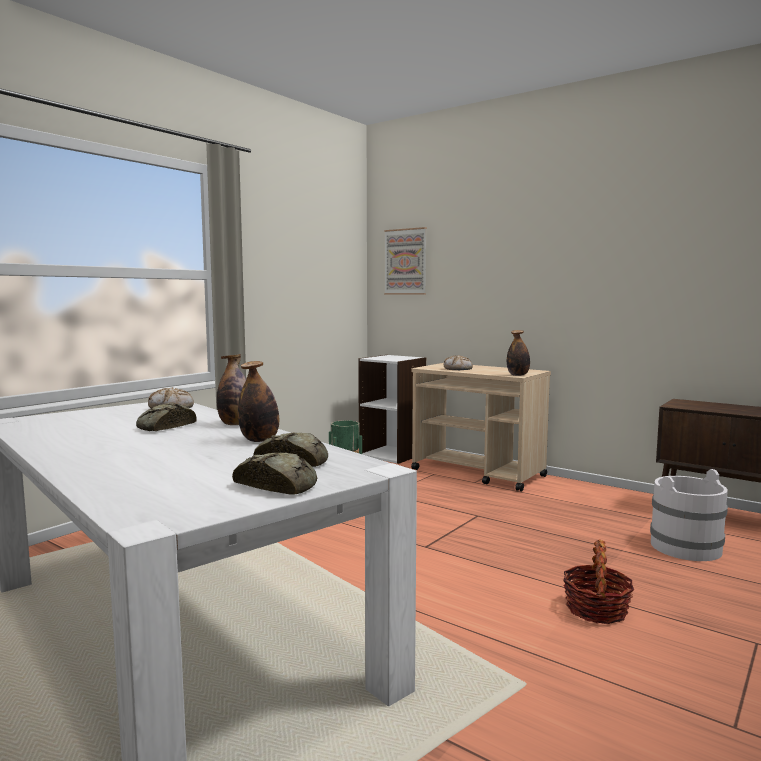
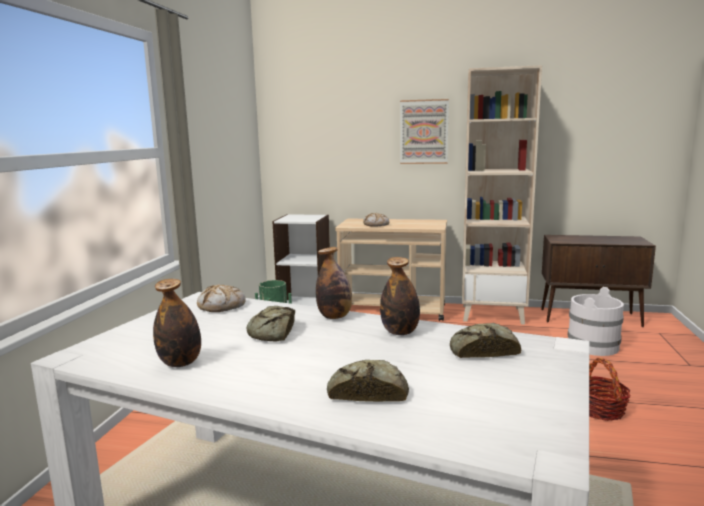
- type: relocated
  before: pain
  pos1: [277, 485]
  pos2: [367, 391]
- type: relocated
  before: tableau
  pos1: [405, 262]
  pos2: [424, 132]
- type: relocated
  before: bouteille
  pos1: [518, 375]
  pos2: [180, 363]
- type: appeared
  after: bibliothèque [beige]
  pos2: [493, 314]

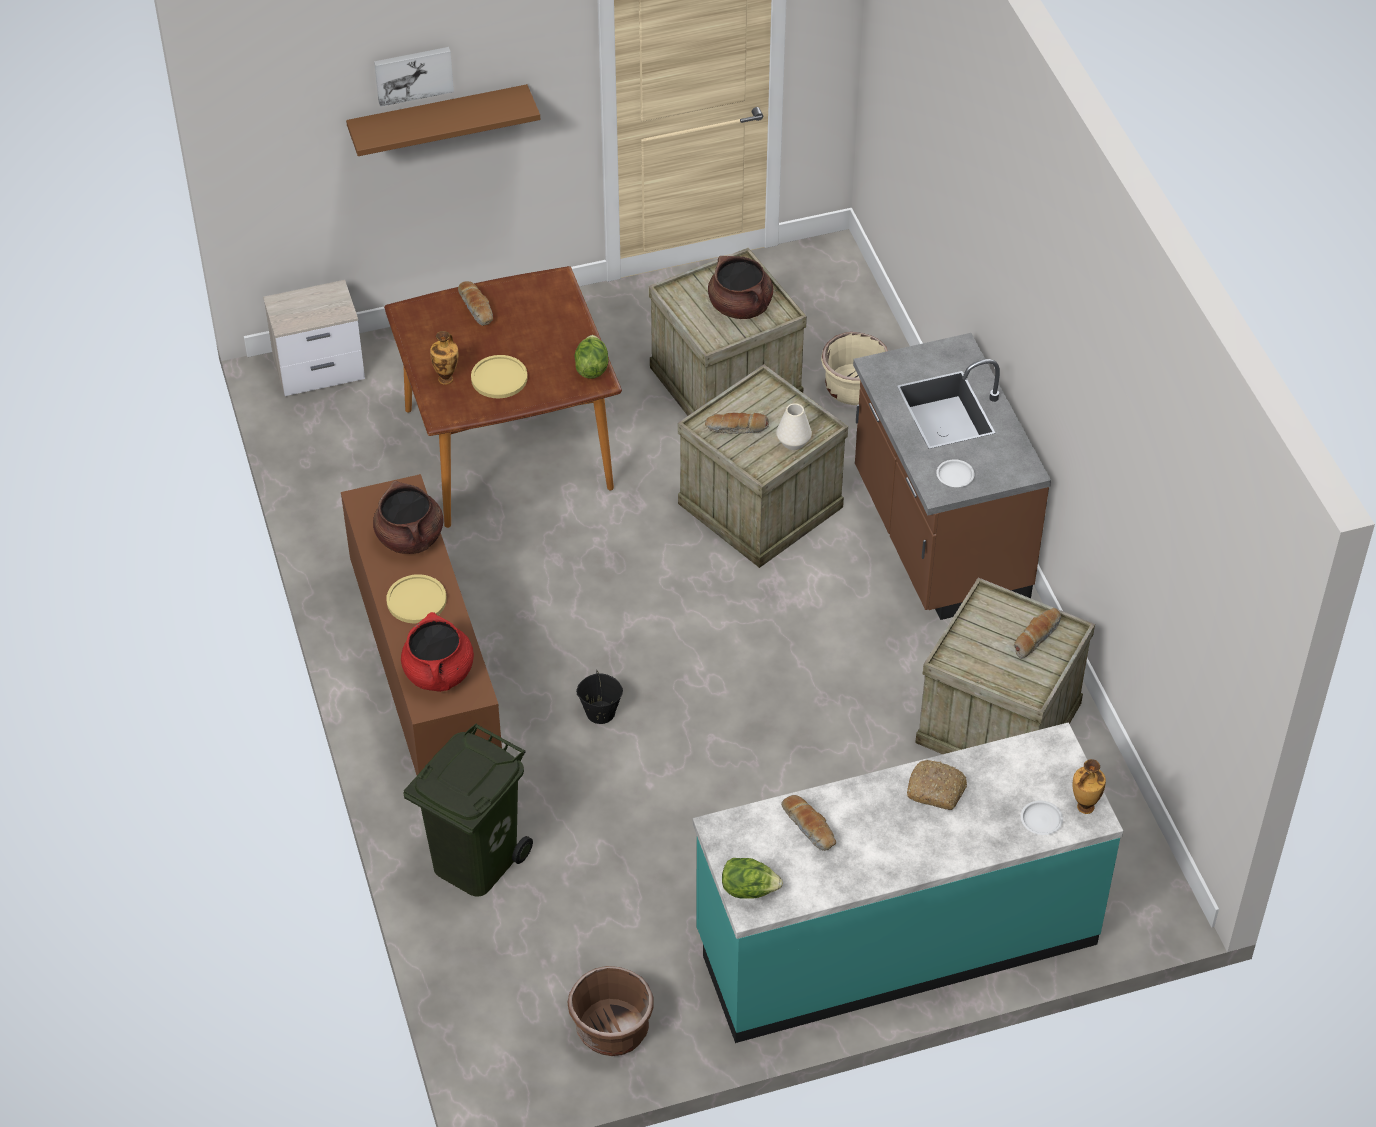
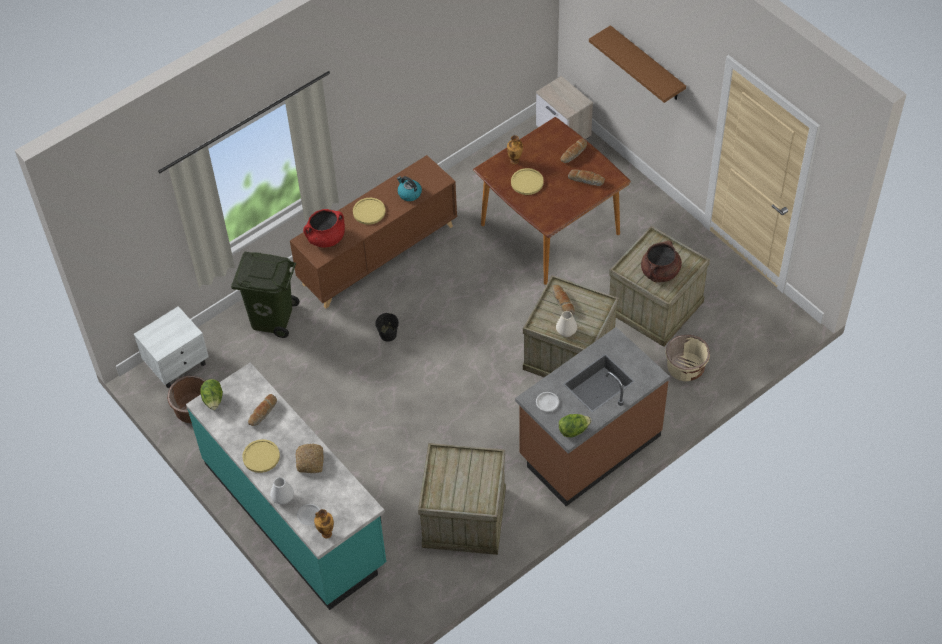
- type: exchanged
  before: marmite [marron]
  after: bouilloire
  pos1: [410, 538]
  pos2: [409, 193]
- type: missing
  before: tableau
  pos1: [413, 74]
- type: relocated
  before: laitue
  pos1: [591, 368]
  pos2: [573, 430]
- type: relocated
  before: pain
  pos1: [1036, 637]
  pos2: [586, 180]
- type: appeared
  after: table de chevet [blanc]
  pos2: [178, 364]
- type: appeared
  after: assiette [jaune]
  pos2: [261, 456]
- type: appeared
  after: vase [blanc]
  pos2: [283, 498]

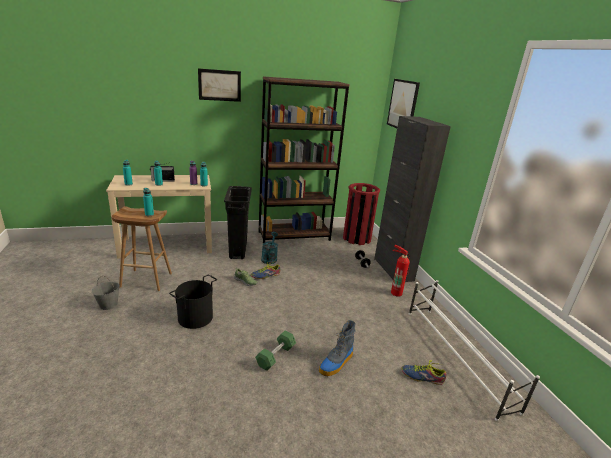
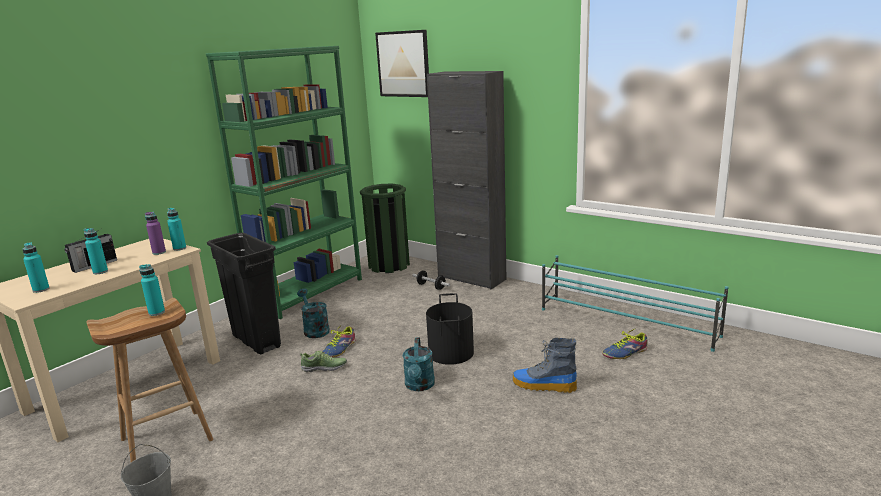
- type: relocated
  before: seau [noir]
  pos1: [195, 318]
  pos2: [451, 352]
- type: missing
  before: tableau
  pos1: [219, 85]
- type: missing
  before: haltère [vert]
  pos1: [276, 356]
- type: colour
  before: bibliothèque [marron]
  after: bibliothèque [vert]
  pos1: [294, 236]
  pos2: [308, 293]
- type: spun
  before: botte
  pos1: [336, 363]
  pos2: [543, 385]
  turn: 105
- type: colour
  before: poubelle [rouge]
  after: poubelle [vert]
  pos1: [357, 238]
  pos2: [389, 265]
- type: missing
  before: extincteur
  pos1: [396, 292]
- type: colour
  before: étagère à chaussures [blanc]
  after: étagère à chaussures [turquoise]
  pos1: [457, 357]
  pos2: [627, 323]
- type: appeared
  after: arrosoir [turquoise]
  pos2: [419, 386]

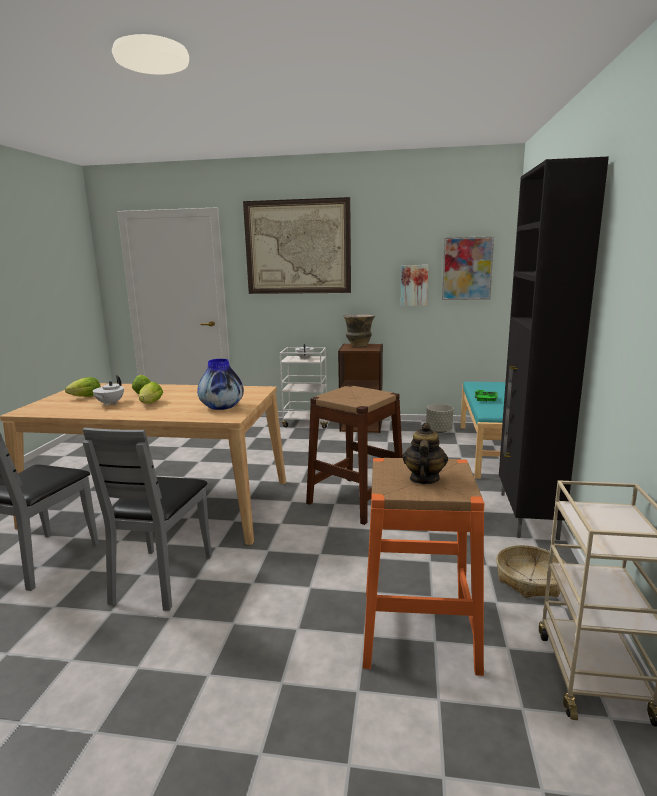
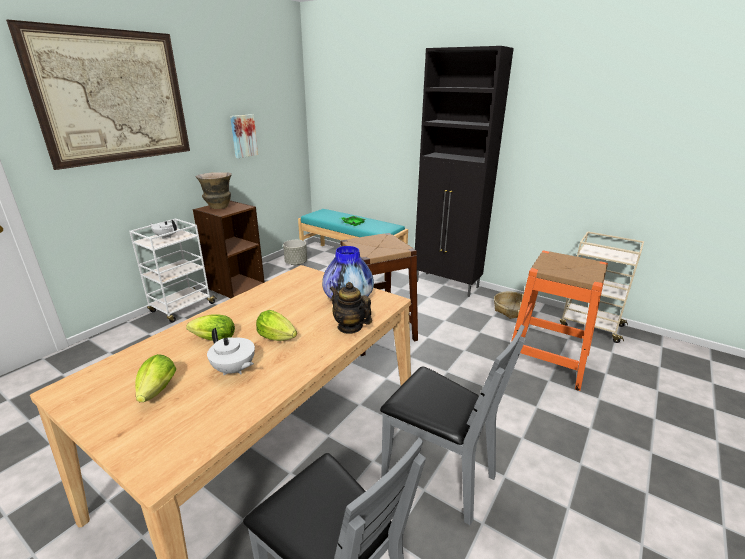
- type: relocated
  before: théière
  pos1: [423, 479]
  pos2: [350, 327]
- type: missing
  before: tableau
  pos1: [467, 268]

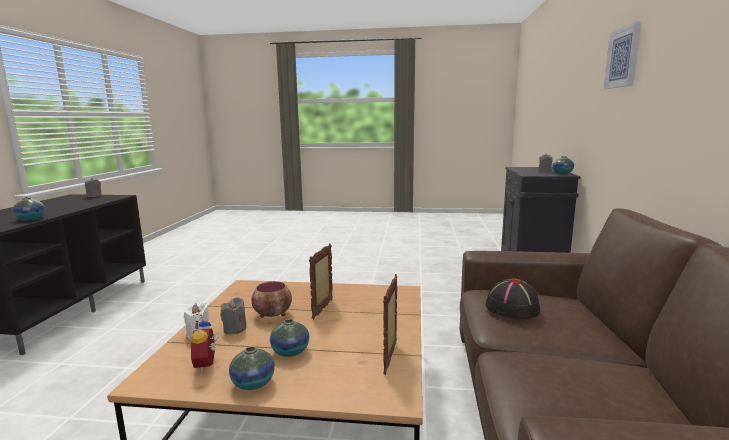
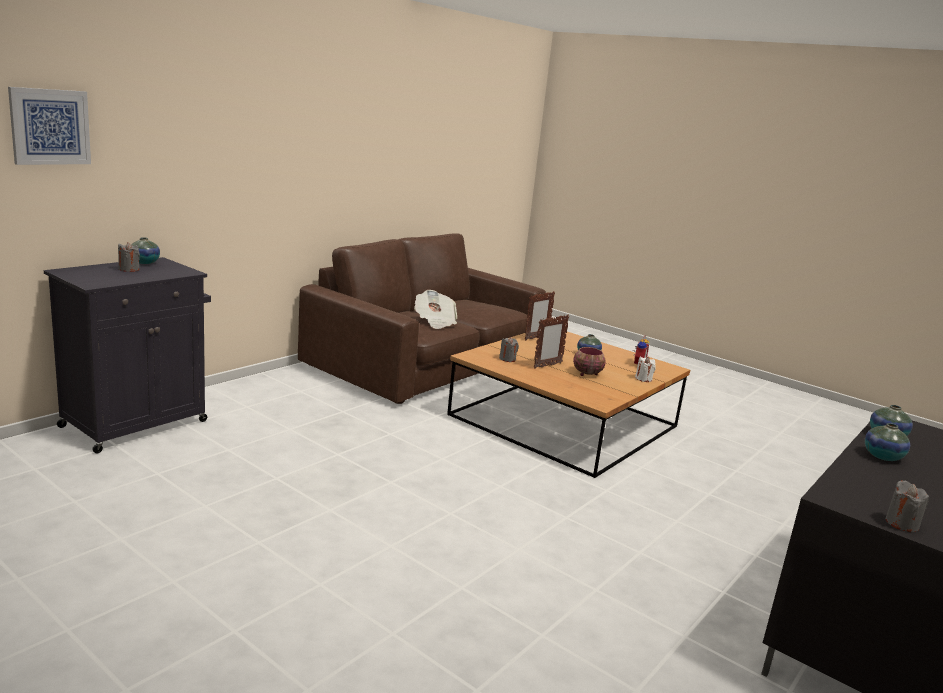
- type: relocated
  before: bougie [gris]
  pos1: [235, 329]
  pos2: [507, 359]
- type: relocated
  before: vase
  pos1: [253, 383]
  pos2: [882, 456]
- type: exchanged
  before: chapeau [noir]
  after: journal
  pos1: [511, 308]
  pos2: [435, 322]
- type: relocated
  before: tableau
  pos1: [623, 57]
  pos2: [50, 126]

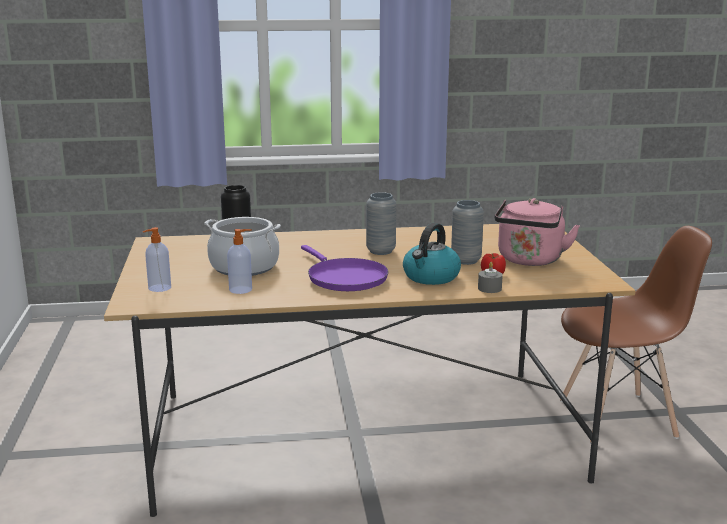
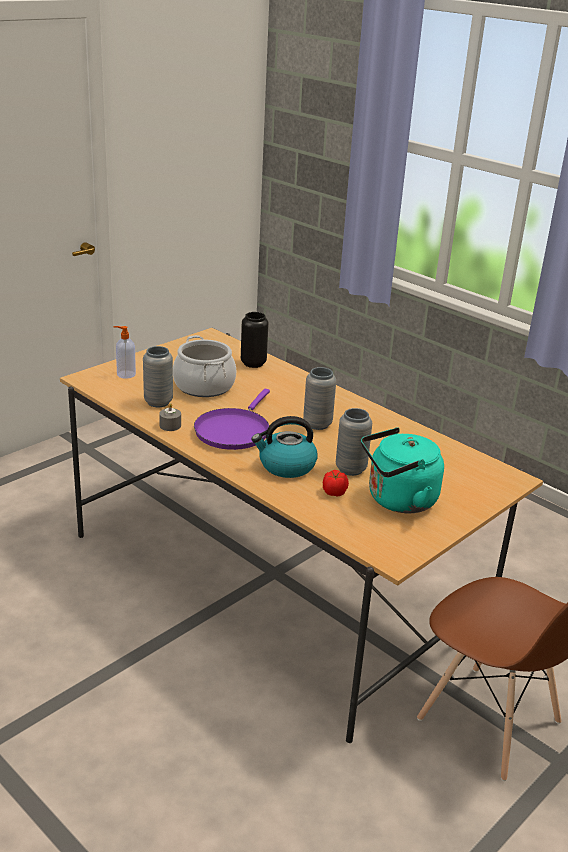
- type: exchanged
  before: distributeur de savon
  after: vase [gris]
  pos1: [241, 290]
  pos2: [158, 402]
- type: relocated
  before: bougie [gris]
  pos1: [489, 288]
  pos2: [170, 425]
- type: colour
  before: bouilloire [rose]
  after: bouilloire [turquoise]
  pos1: [529, 261]
  pos2: [398, 500]

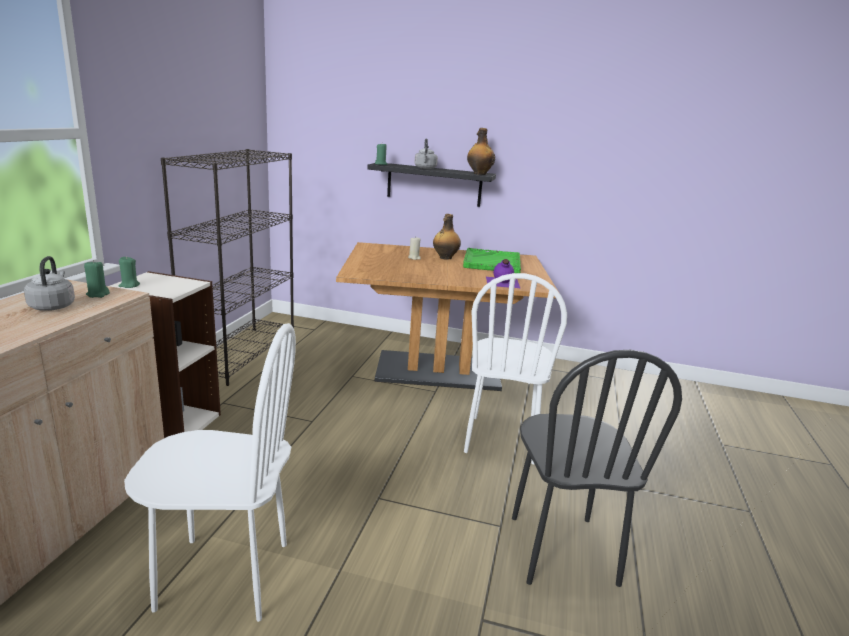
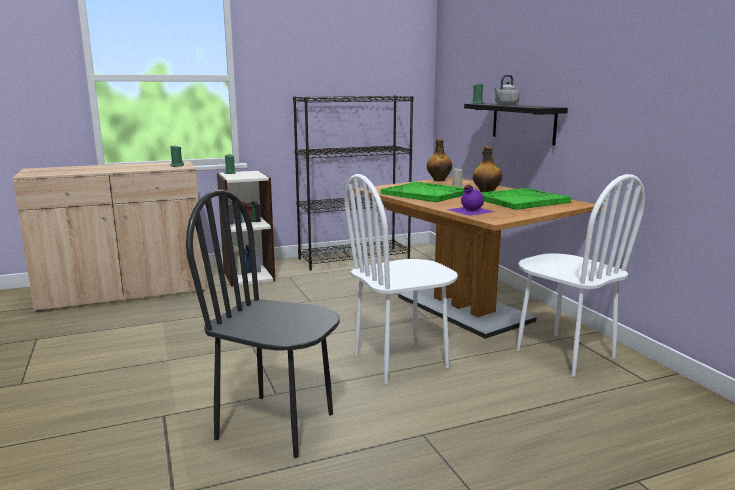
- type: missing
  before: bouilloire [gris]
  pos1: [53, 306]
- type: relocated
  before: chaise [blanc]
  pos1: [223, 576]
  pos2: [564, 354]
- type: relocated
  before: bouteille
  pos1: [479, 174]
  pos2: [439, 180]
- type: spun
  before: chaise [noir]
  pos1: [561, 549]
  pos2: [276, 425]
  turn: 60
- type: appeared
  after: plateau [vert]
  pos2: [425, 194]

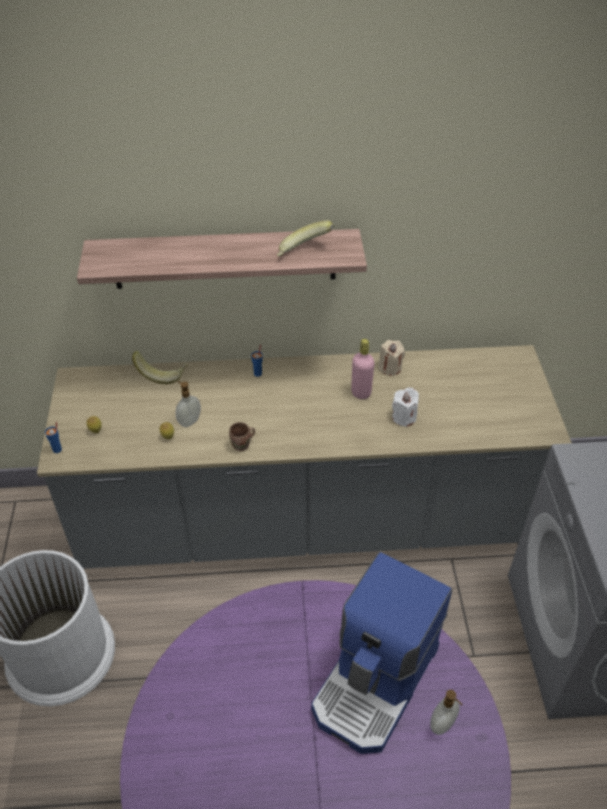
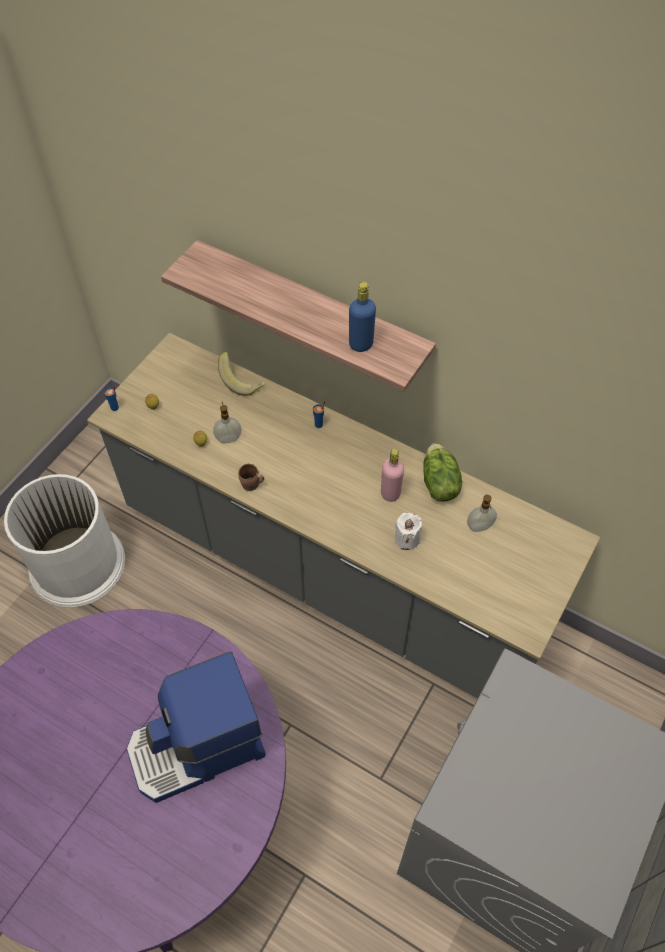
- type: exchanged
  before: banane
  after: bouteille [bleu]
  pos1: [303, 253]
  pos2: [361, 344]
- type: exchanged
  before: bougie [beige]
  after: laitue
  pos1: [390, 367]
  pos2: [438, 483]
- type: relocated
  before: distributeur de savon
  pos1: [443, 725]
  pos2: [480, 527]

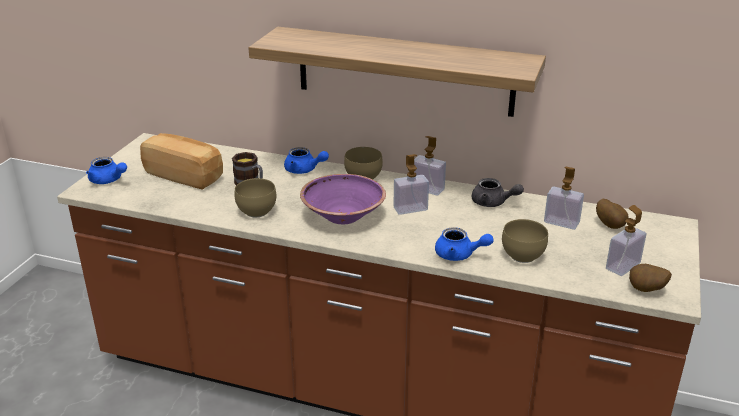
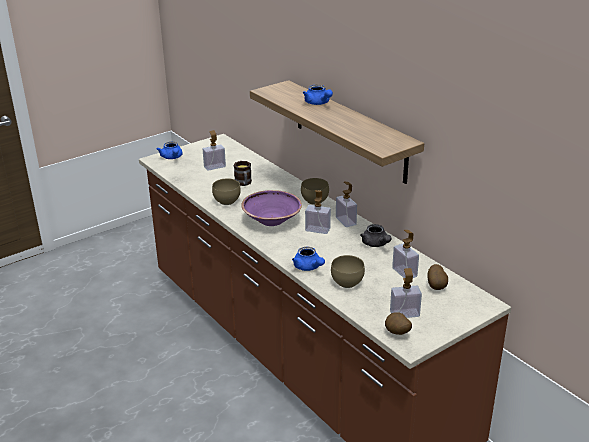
- type: exchanged
  before: pain
  after: distributeur de savon
  pos1: [184, 175]
  pos2: [214, 167]
- type: relocated
  before: théière [bleu]
  pos1: [304, 170]
  pos2: [318, 103]

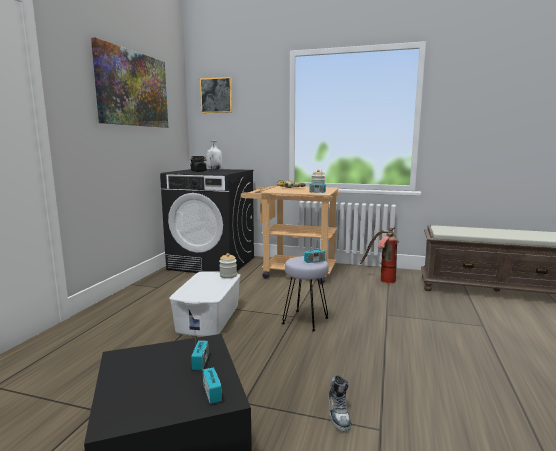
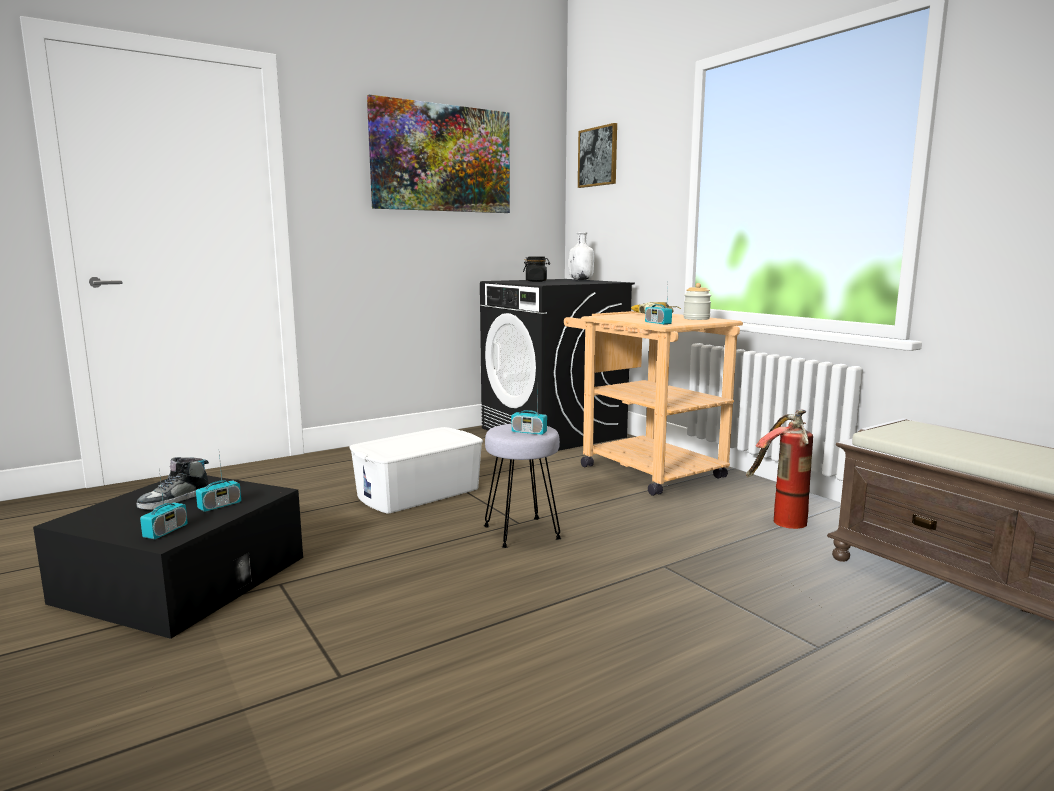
- type: missing
  before: bocal
  pos1: [228, 275]
- type: relocated
  before: chaussure
  pos1: [339, 413]
  pos2: [175, 500]

